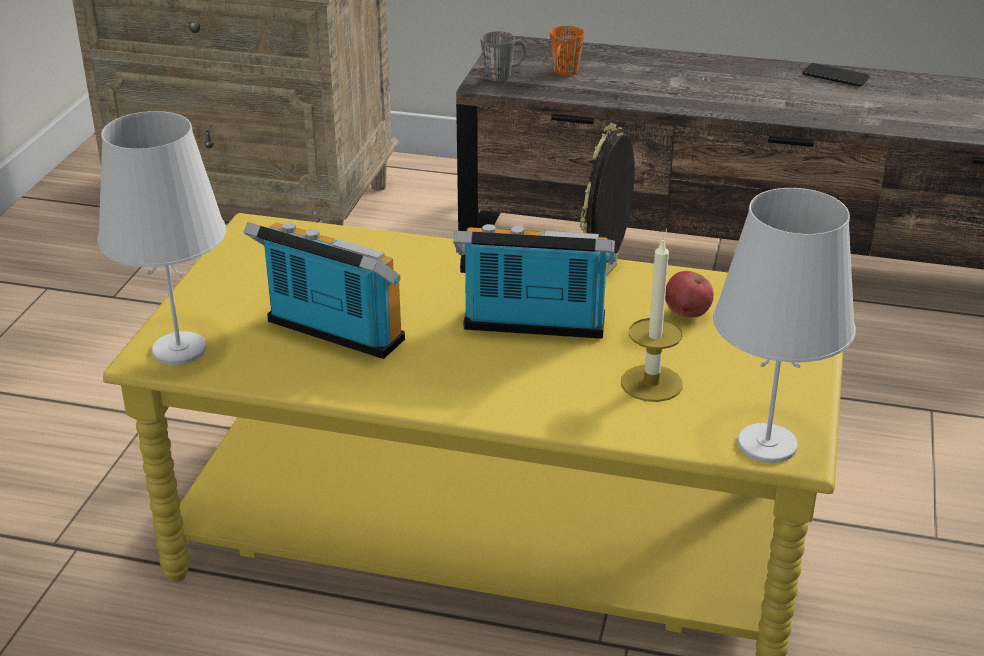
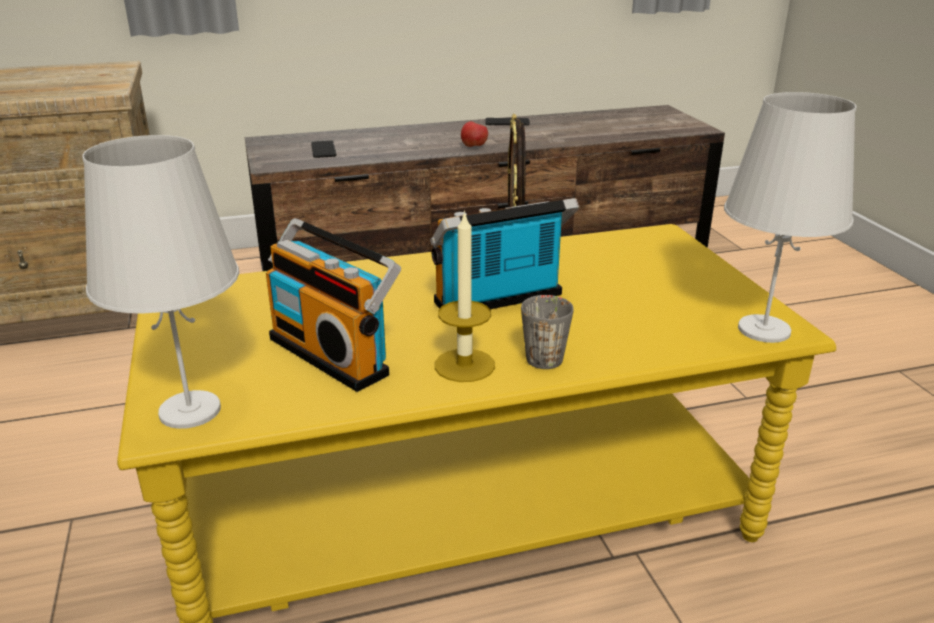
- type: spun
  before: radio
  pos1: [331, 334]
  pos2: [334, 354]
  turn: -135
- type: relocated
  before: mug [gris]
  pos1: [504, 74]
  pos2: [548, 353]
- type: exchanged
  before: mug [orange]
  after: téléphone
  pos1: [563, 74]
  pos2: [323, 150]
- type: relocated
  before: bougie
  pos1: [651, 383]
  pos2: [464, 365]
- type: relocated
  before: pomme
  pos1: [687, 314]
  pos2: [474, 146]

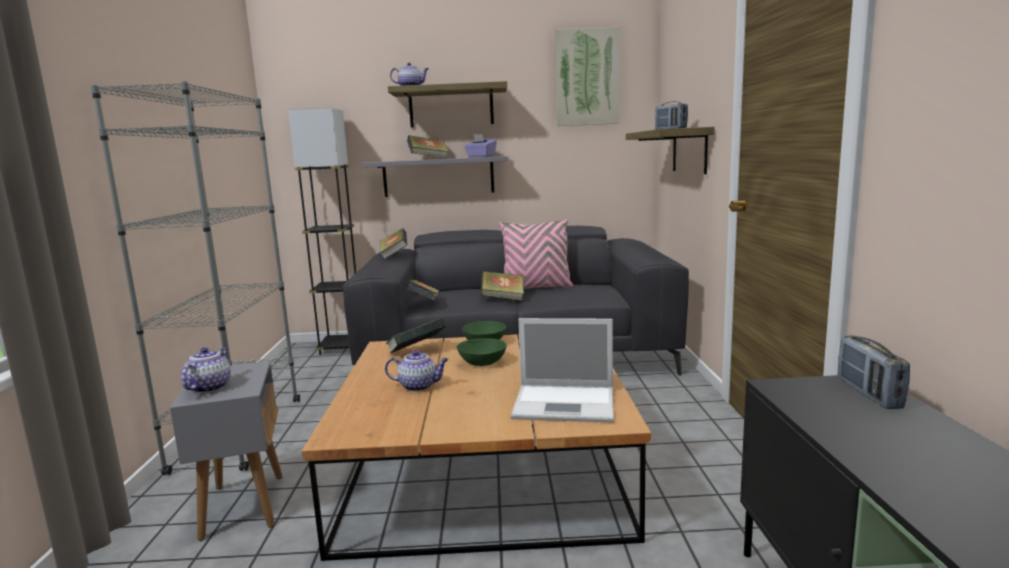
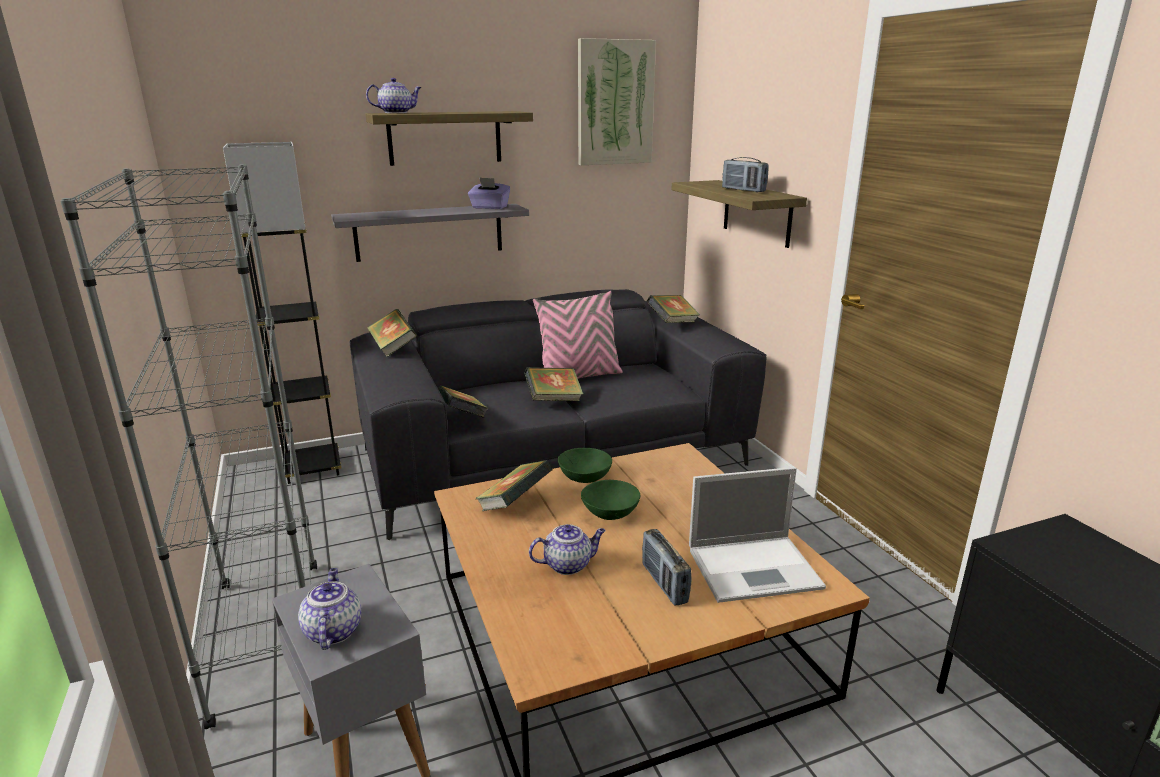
- type: relocated
  before: livre
  pos1: [428, 159]
  pos2: [672, 323]
- type: relocated
  before: radio
  pos1: [868, 393]
  pos2: [664, 584]

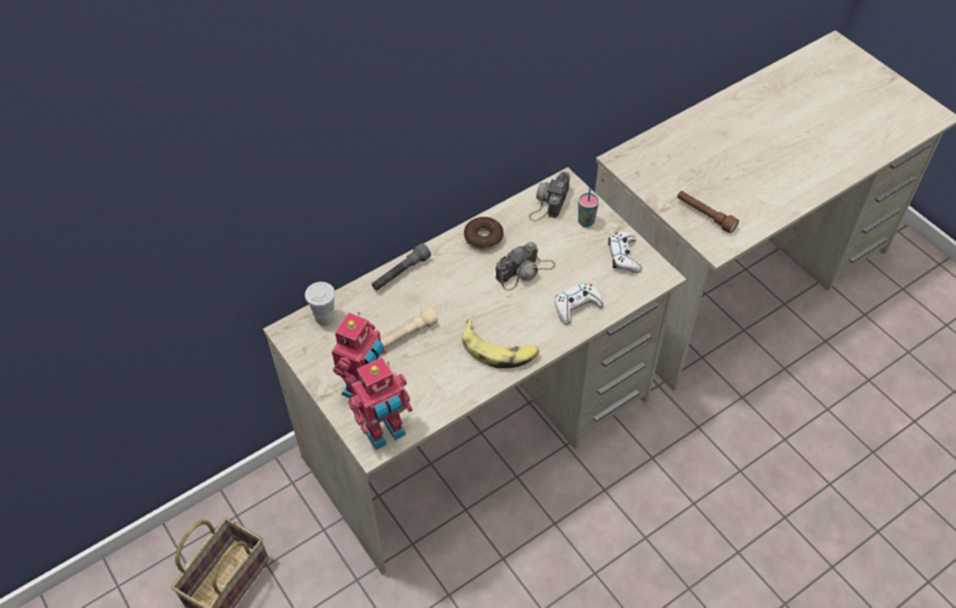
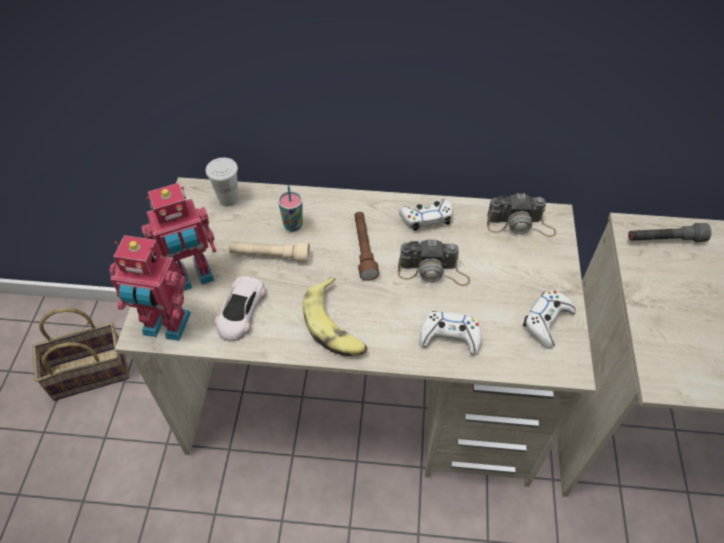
- type: relocated
  before: lampe de poche [gris]
  pos1: [400, 273]
  pos2: [664, 240]
- type: exchanged
  before: beignet
  after: manette [blanc]
  pos1: [483, 238]
  pos2: [426, 218]
- type: spun
  before: appareil photo
  pos1: [549, 202]
  pos2: [520, 225]
  turn: -150
- type: relocated
  before: tasse
  pos1: [586, 222]
  pos2: [293, 225]
- type: relocated
  before: lampe de poche [marron]
  pos1: [705, 215]
  pos2: [364, 249]
- type: appeared
  after: petite voiture [blanc]
  pos2: [241, 311]

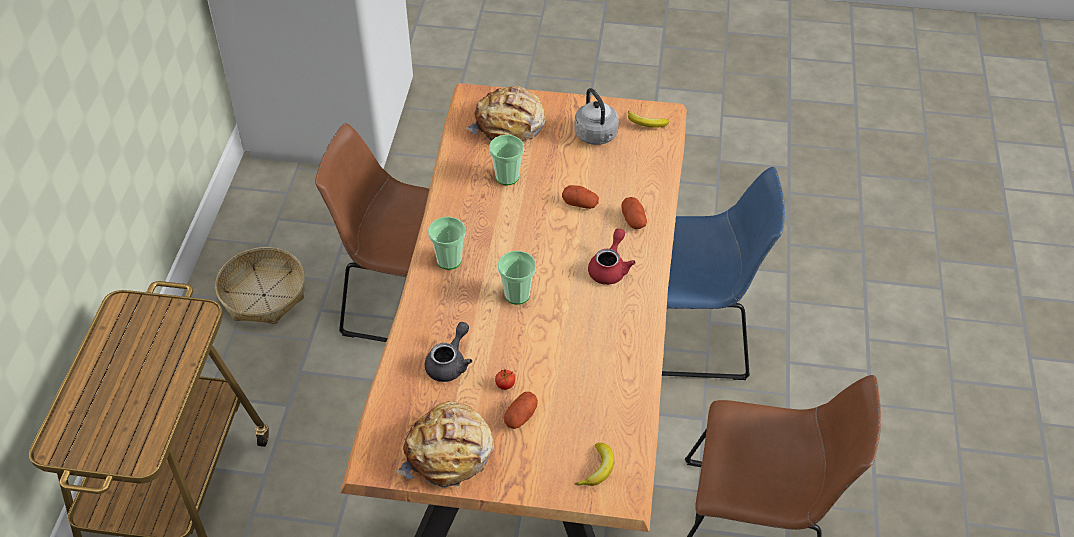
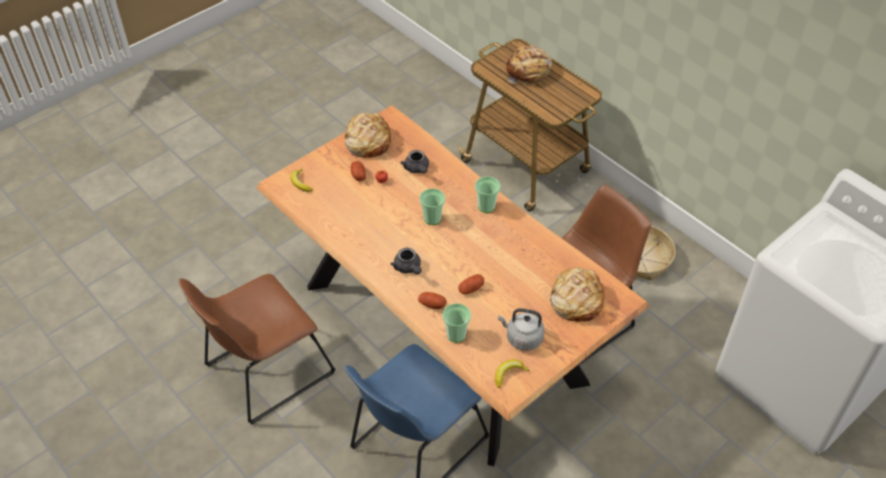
- type: relocated
  before: tasse
  pos1: [507, 177]
  pos2: [456, 335]
- type: colour
  before: théière [rouge]
  after: théière [gris]
  pos1: [610, 268]
  pos2: [408, 268]
- type: appeared
  after: pain
  pos2: [528, 71]

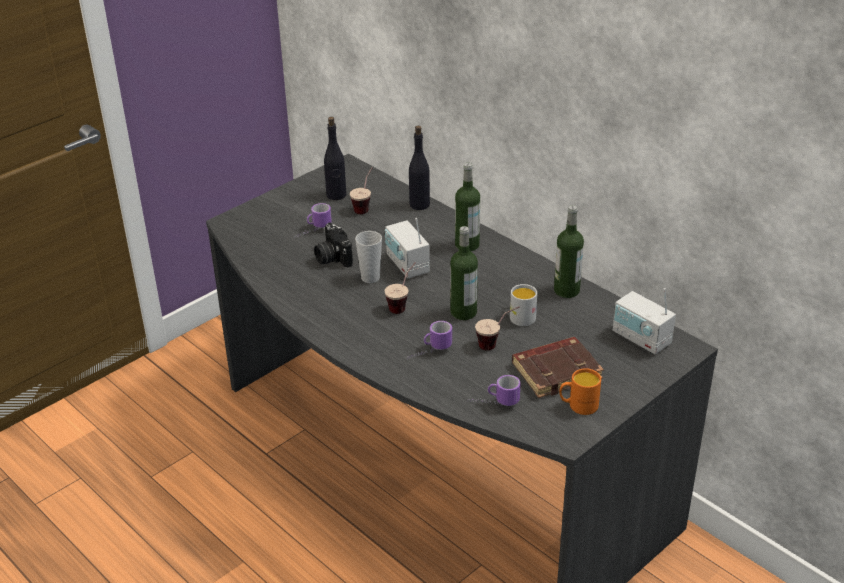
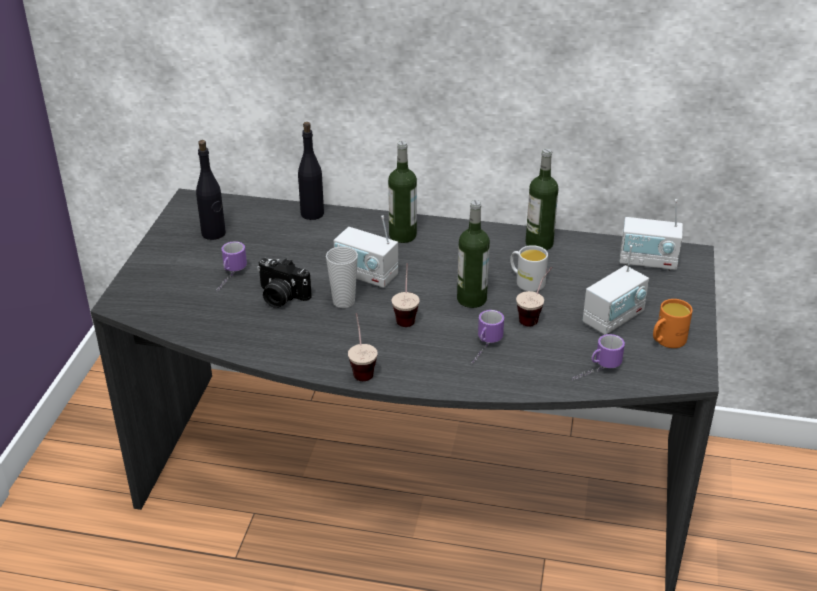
- type: relocated
  before: tasse
  pos1: [365, 206]
  pos2: [361, 367]
- type: exchanged
  before: livre [marron]
  after: radio
  pos1: [556, 371]
  pos2: [613, 318]

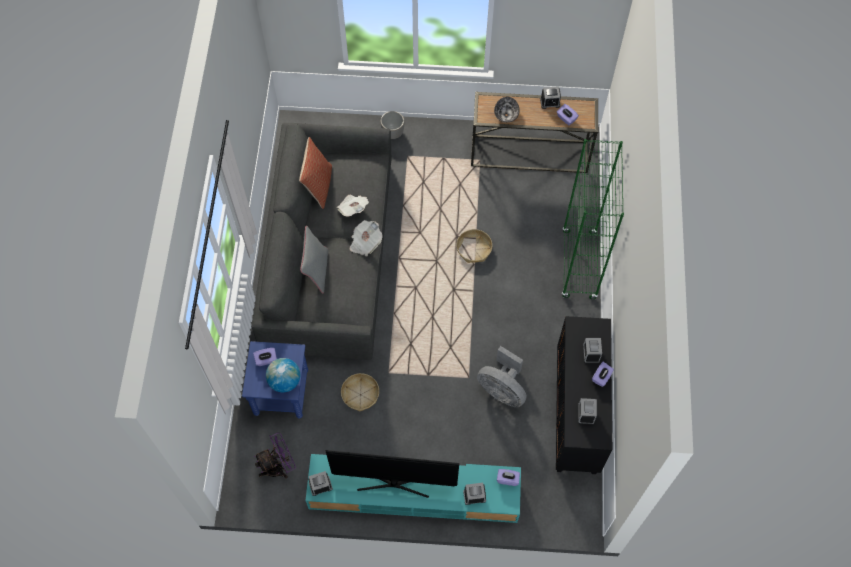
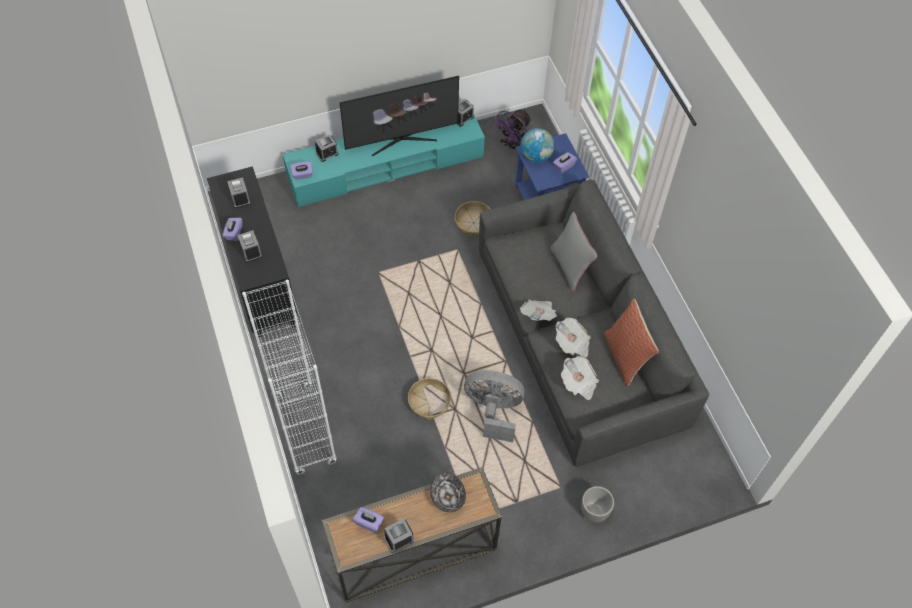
- type: relocated
  before: ventilateur [gris]
  pos1: [502, 389]
  pos2: [493, 410]
- type: colour
  before: bibliothèque [vert]
  after: bibliothèque [blanc]
  pos1: [579, 265]
  pos2: [304, 429]
- type: appeared
  after: journal
  pos2: [578, 383]

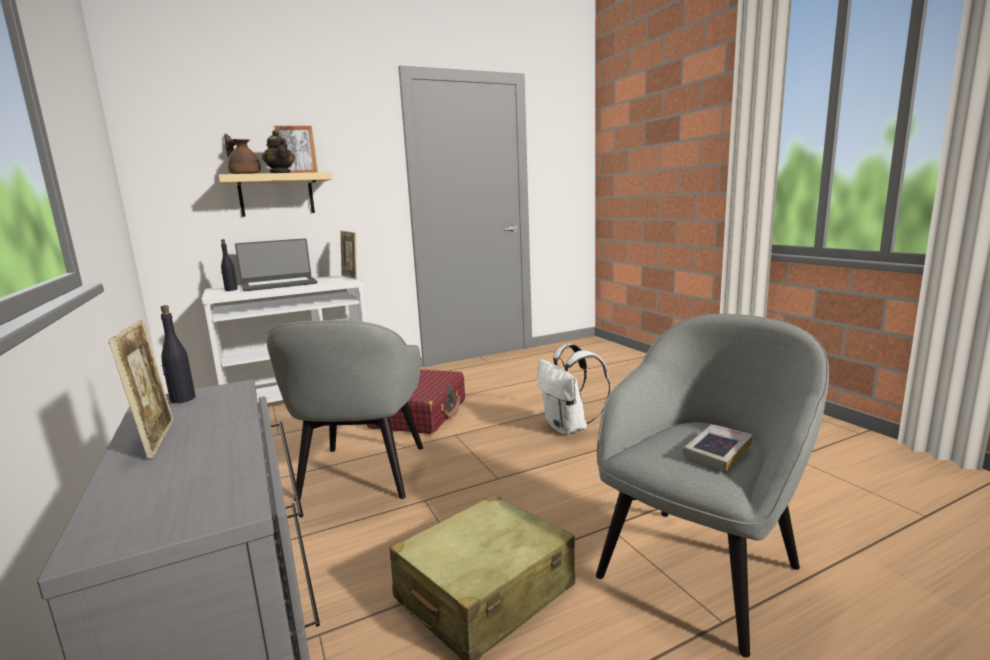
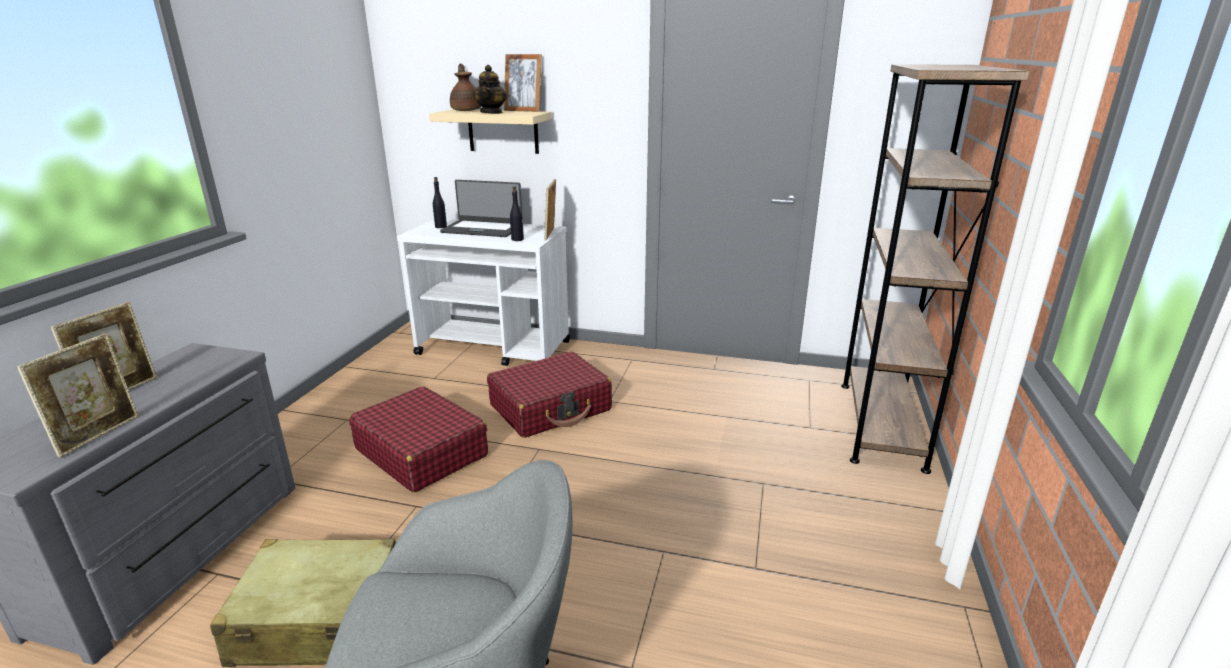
- type: relocated
  before: bouteille [noir]
  pos1: [182, 399]
  pos2: [517, 239]
- type: exchanged
  before: fauteuil [gris]
  after: valise [rouge]
  pos1: [362, 474]
  pos2: [421, 452]
- type: missing
  before: sac à dos [blanc]
  pos1: [569, 428]
- type: missing
  before: livre
  pos1: [717, 451]
- type: appeared
  after: cadre photo
  pos2: [99, 435]
- type: appeared
  after: bibliothèque [marron]
  pos2: [881, 424]

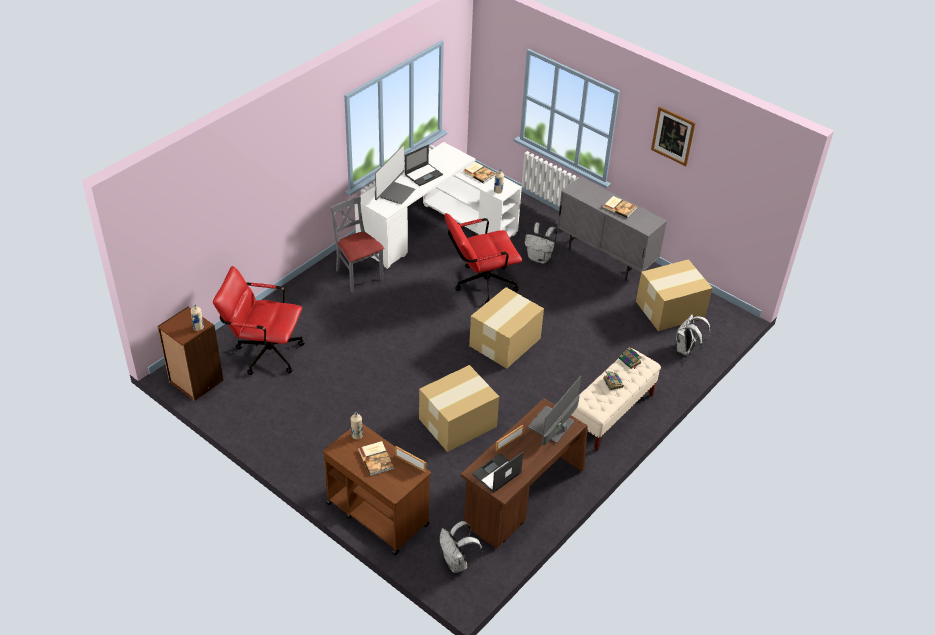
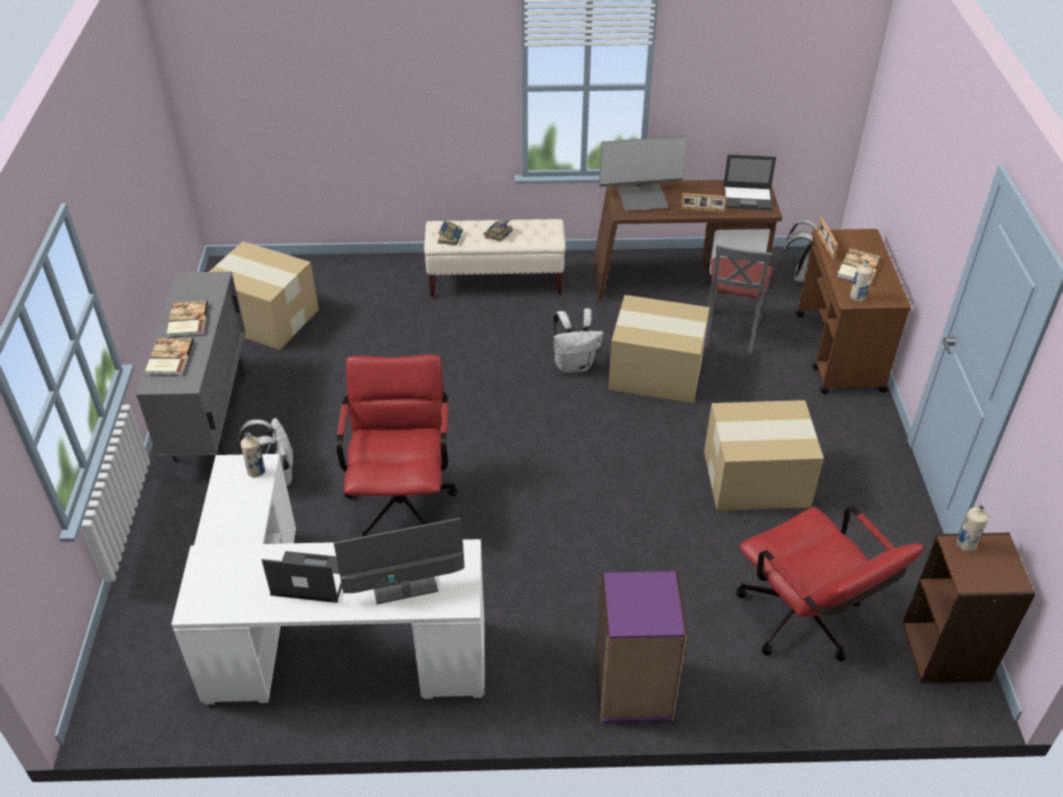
- type: relocated
  before: chaise [gris]
  pos1: [358, 275]
  pos2: [730, 331]
- type: spun
  before: chaise de bureau [rouge]
  pos1: [480, 284]
  pos2: [402, 500]
  turn: -120
- type: relocated
  before: livre
  pos1: [479, 173]
  pos2: [169, 358]
- type: relocated
  before: carton
  pos1: [506, 342]
  pos2: [754, 478]
- type: missing
  before: tableau
  pos1: [673, 136]
- type: relocated
  before: sac à dos [blanc]
  pos1: [686, 350]
  pos2: [574, 365]
- type: appeared
  after: bibliothèque [violet]
  pos2: [633, 691]

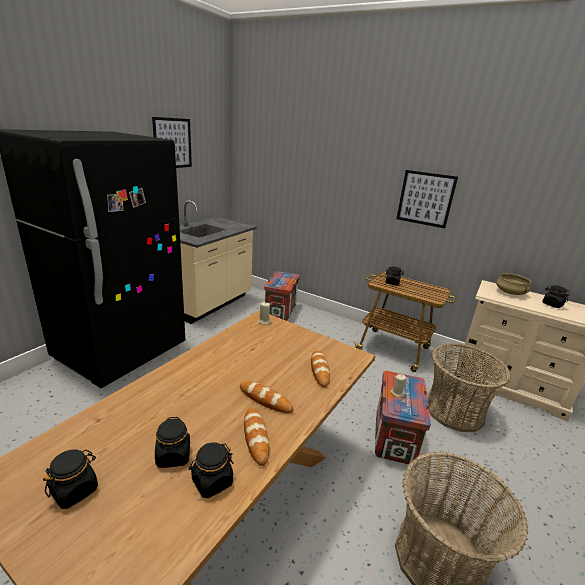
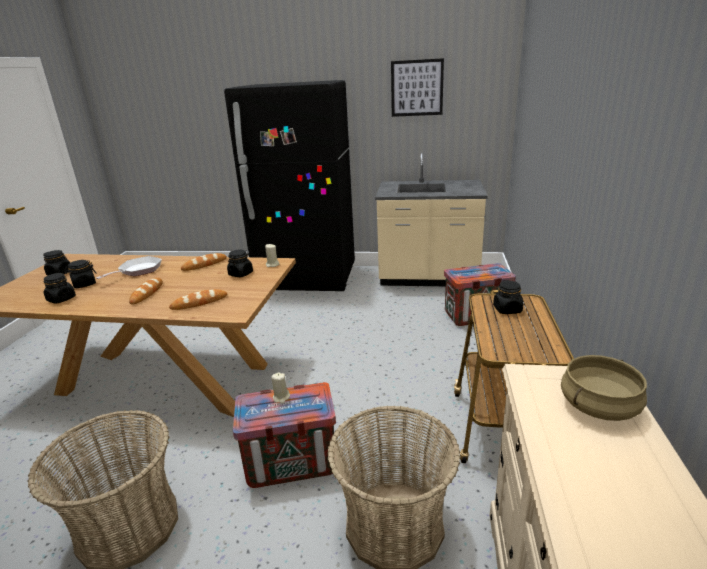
- type: relocated
  before: pain
  pos1: [256, 437]
  pos2: [204, 264]
- type: missing
  before: tableau
  pos1: [425, 199]
- type: relocated
  before: bocal [noir]
  pos1: [552, 304]
  pos2: [241, 274]
- type: appeared
  after: poêle
  pos2: [138, 271]

